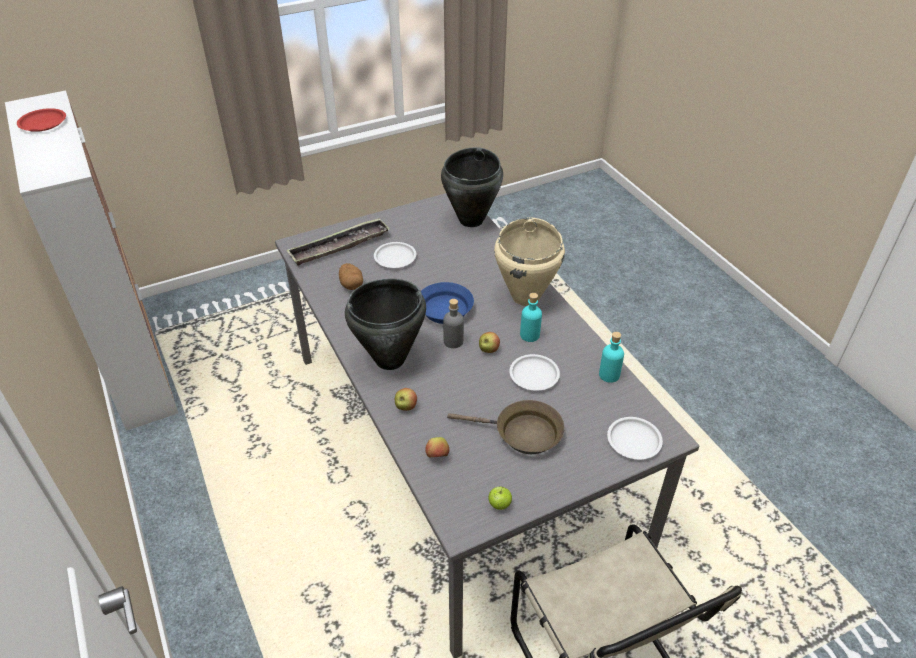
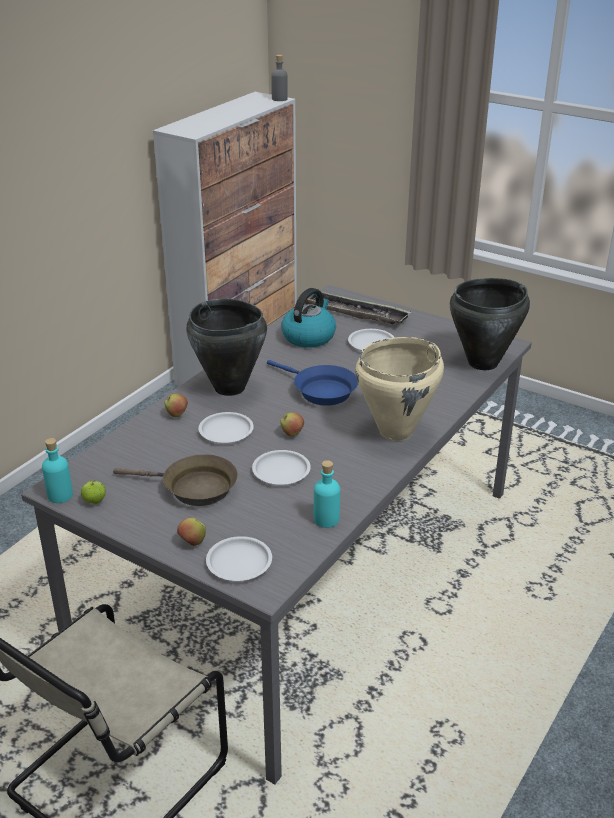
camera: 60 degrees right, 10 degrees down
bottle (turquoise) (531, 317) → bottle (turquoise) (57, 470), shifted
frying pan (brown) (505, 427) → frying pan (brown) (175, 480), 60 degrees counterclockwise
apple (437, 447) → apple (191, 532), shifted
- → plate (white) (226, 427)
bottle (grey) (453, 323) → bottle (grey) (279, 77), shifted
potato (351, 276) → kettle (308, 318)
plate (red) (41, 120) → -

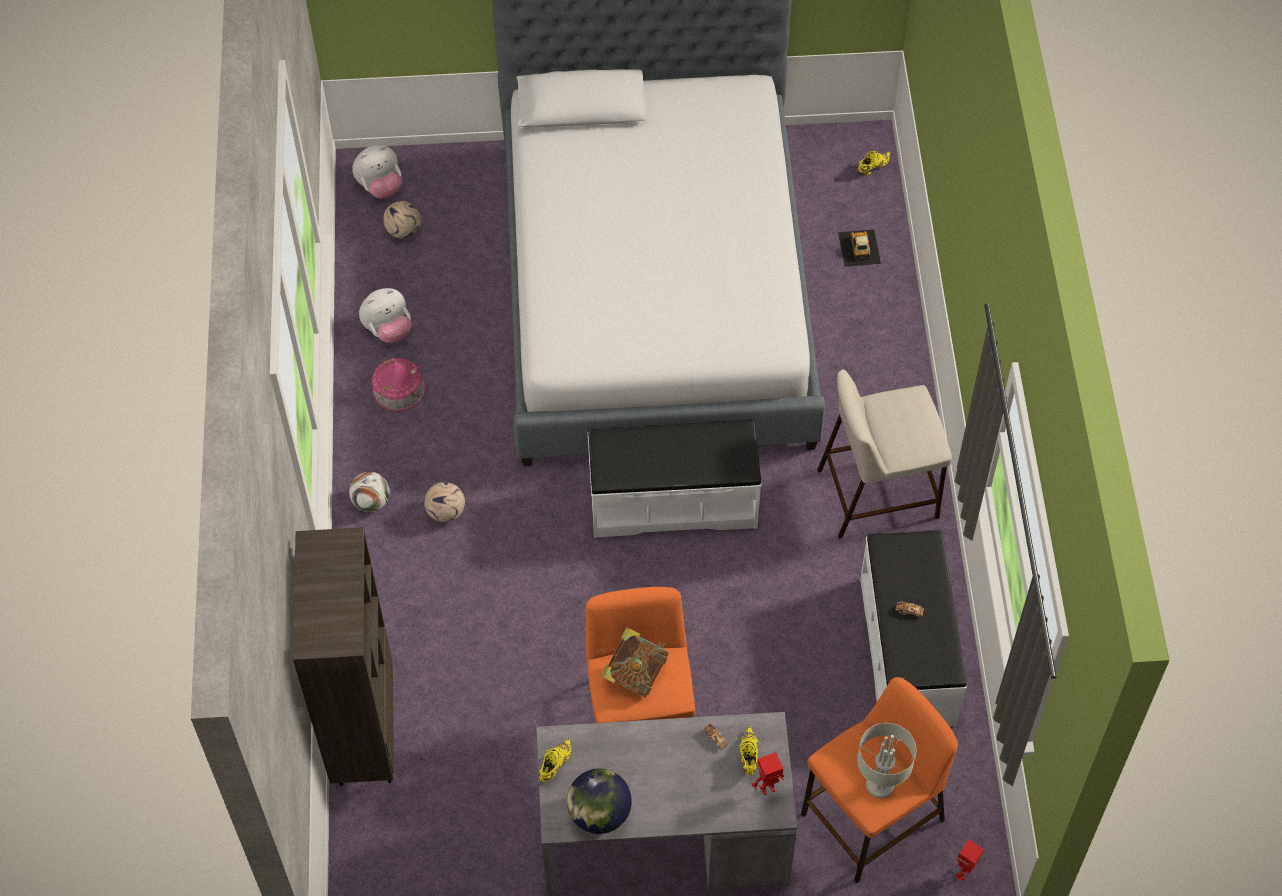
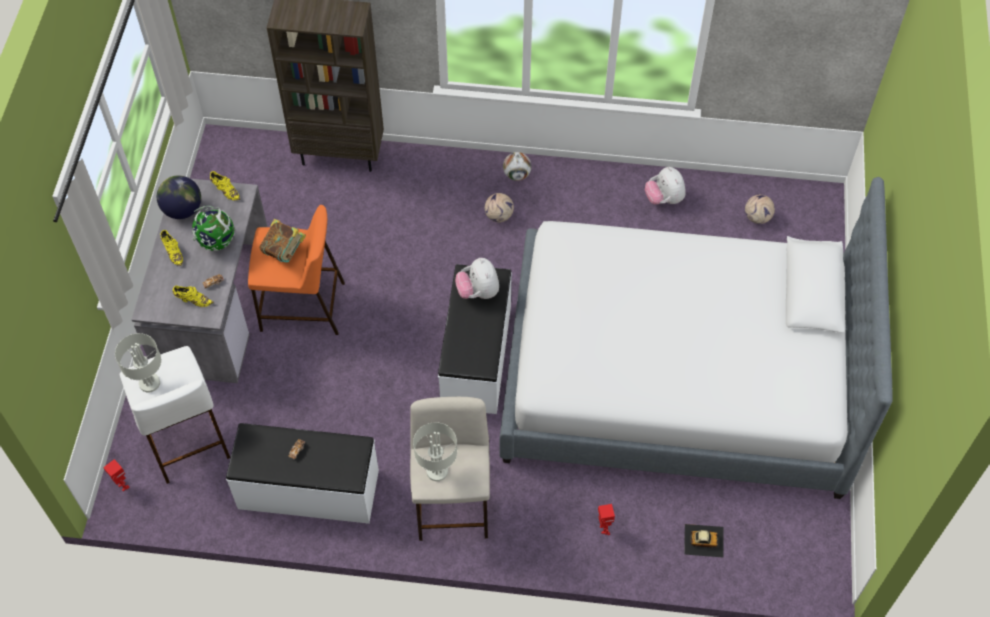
camera: 100 degrees right, 0 degrees up
stool (orange) (879, 780) → stool (white) (175, 415)
shoe (yellow) (874, 163) → shoe (yellow) (171, 248), shifted
- → globe (214, 228)
- → table lamp (grey) (435, 451)
plush toy (377, 172) → plush toy (477, 278), shifted
toy robot (768, 773) → toy robot (606, 519), shifted
toy house (398, 384) → -

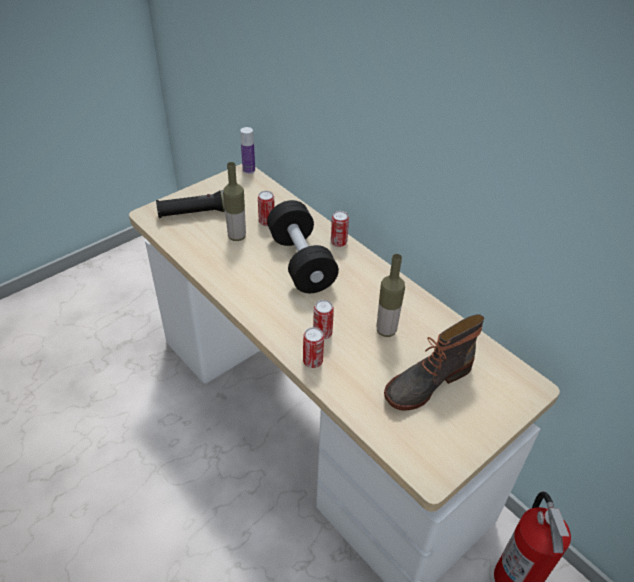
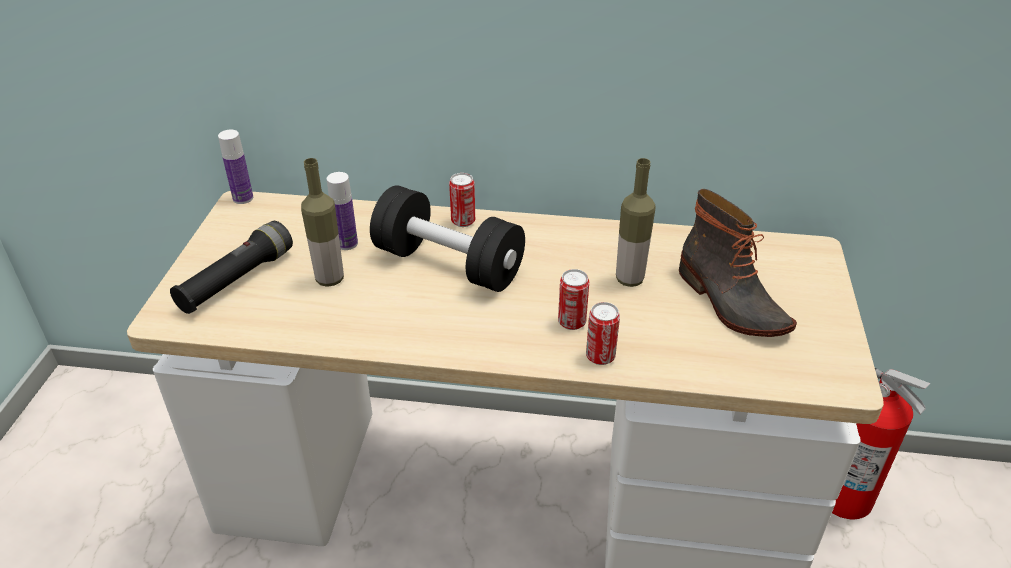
camera: 40 degrees left, 5 degrees down
can (266, 208) → bottle (342, 211)
boot (434, 362) → boot (738, 263), 45 degrees counterclockwise

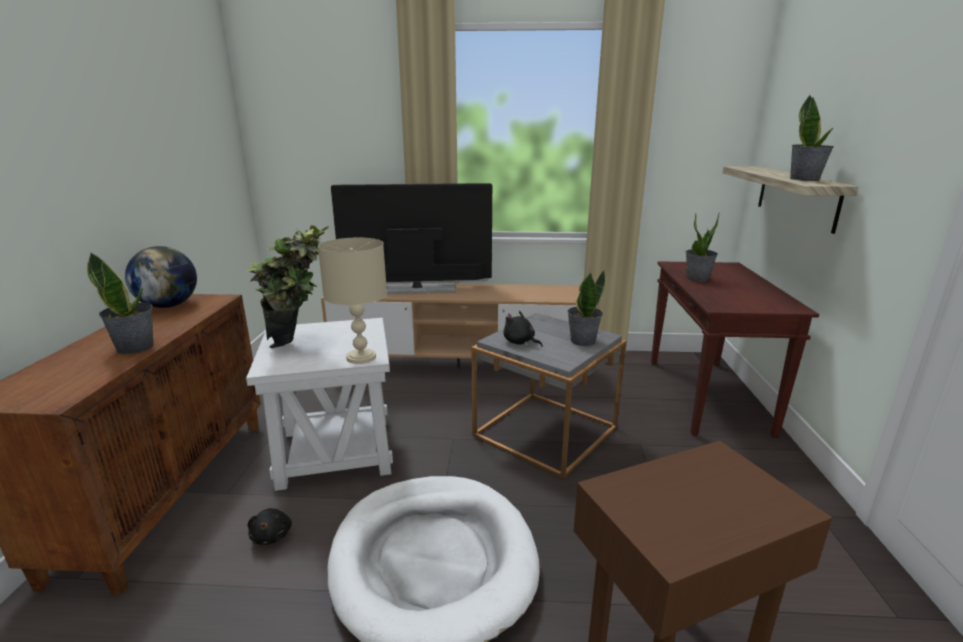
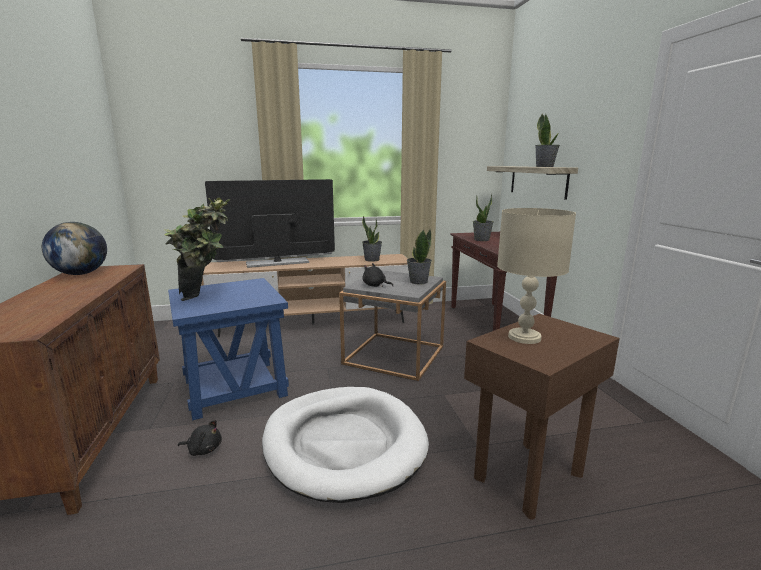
camera: 15 degrees left, 5 degrees down
side table (white) (319, 404) → side table (blue) (228, 349)
plush toy (black) (270, 526) → plush toy (black) (200, 438), 60 degrees counterclockwise
potted plant (120, 303) → potted plant (372, 239), shifted
table lamp (beige) (352, 301) → table lamp (beige) (536, 276), shifted

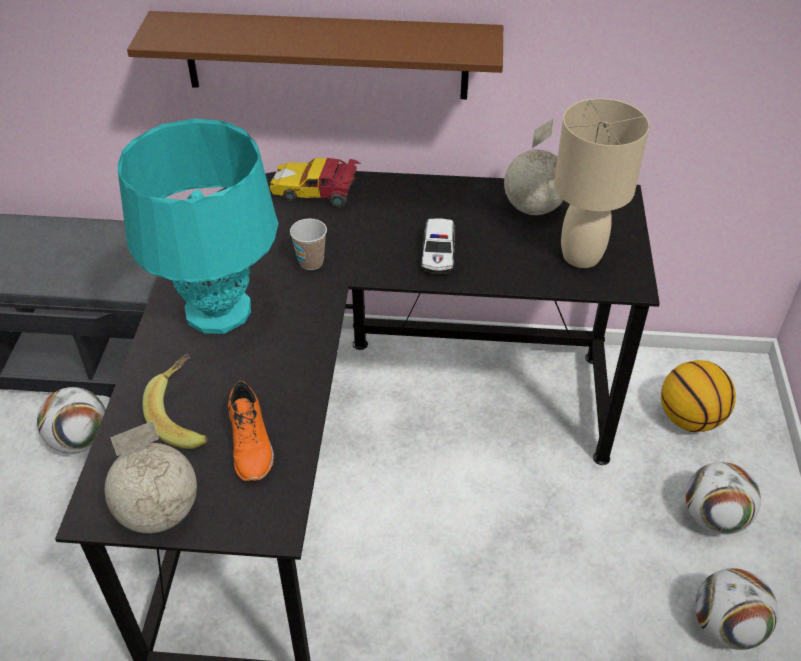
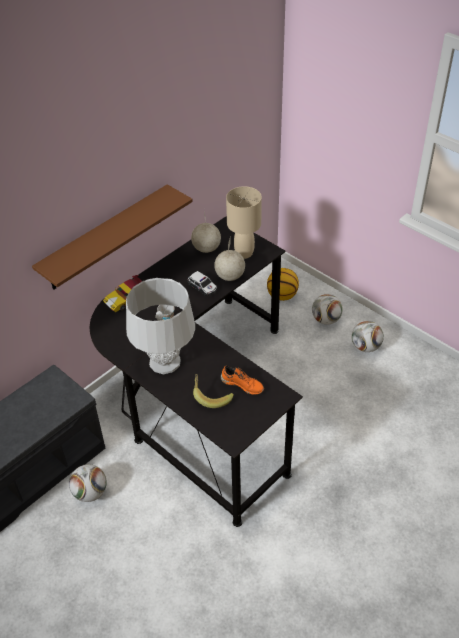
camera: 50 degrees left, 0 degrees up
table lamp (turquoise) (198, 226) → table lamp (grey) (160, 326)
globe (151, 477) → globe (229, 260), shifted

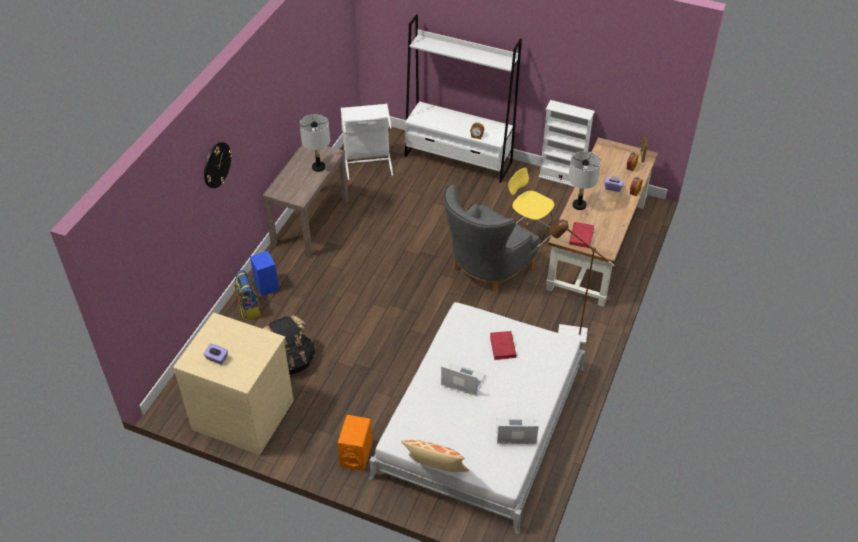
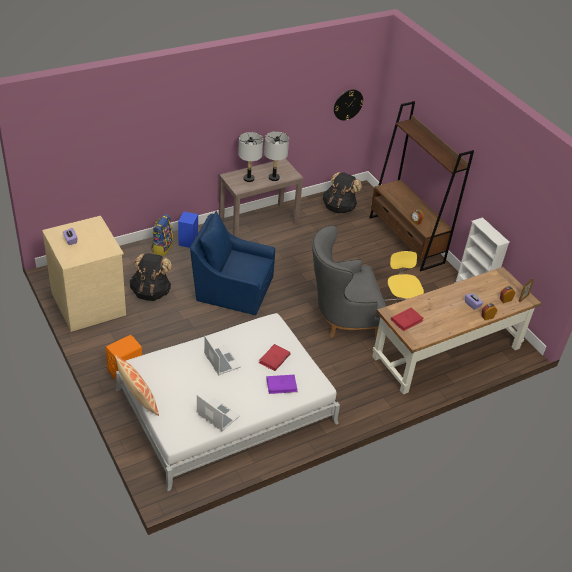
camera: 35 degrees right, 5 degrees down
- → armchair (blue) (232, 263)
table lamp (grey) (584, 180) → table lamp (grey) (250, 157), shifted
- → book (purple) (282, 384)
laundry basket (white) (367, 141) → backpack (black) (342, 193)
wall clock (218, 165) → wall clock (349, 104), shifted
bookcase (white) (463, 98) → bookcase (brown) (421, 186)
floor lamp (brown) (581, 281) → -

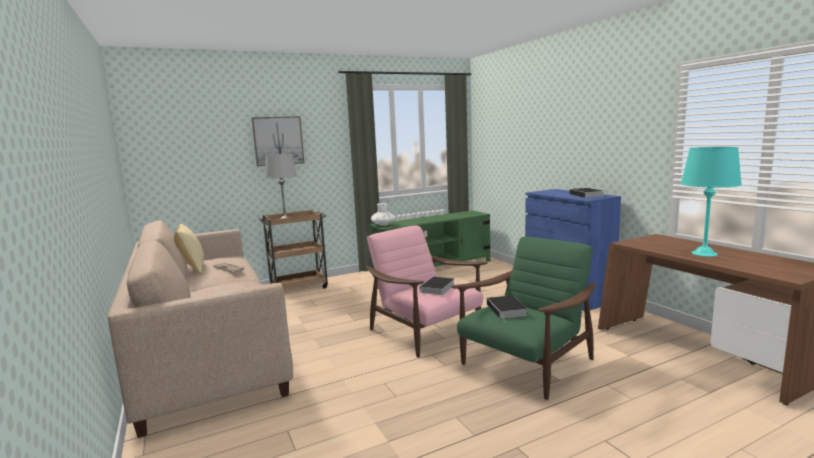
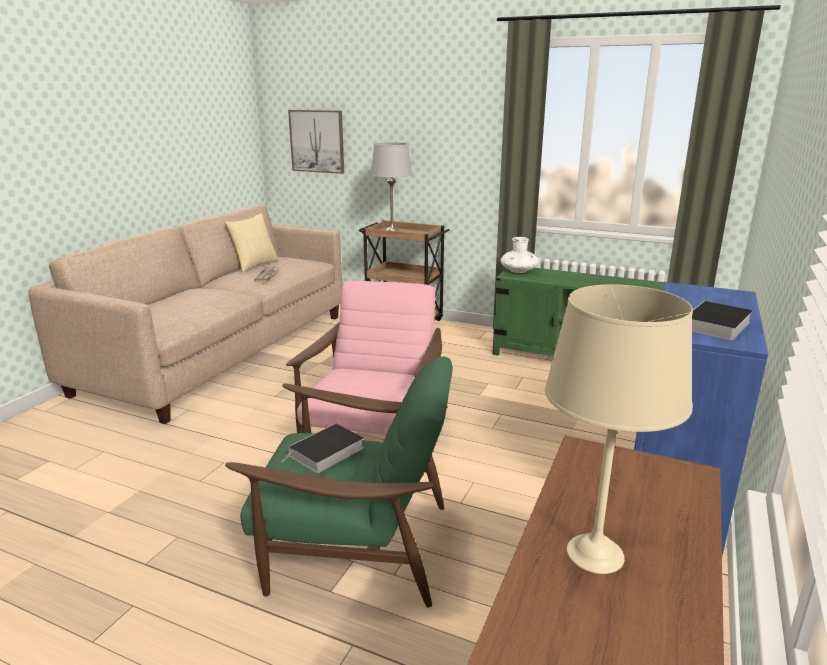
camera: 50 degrees right, 10 degrees up
picture (278, 141) → picture (316, 142), shifted
table lamp (turquoise) (711, 202) → table lamp (beige) (619, 429)
book (436, 286) → -

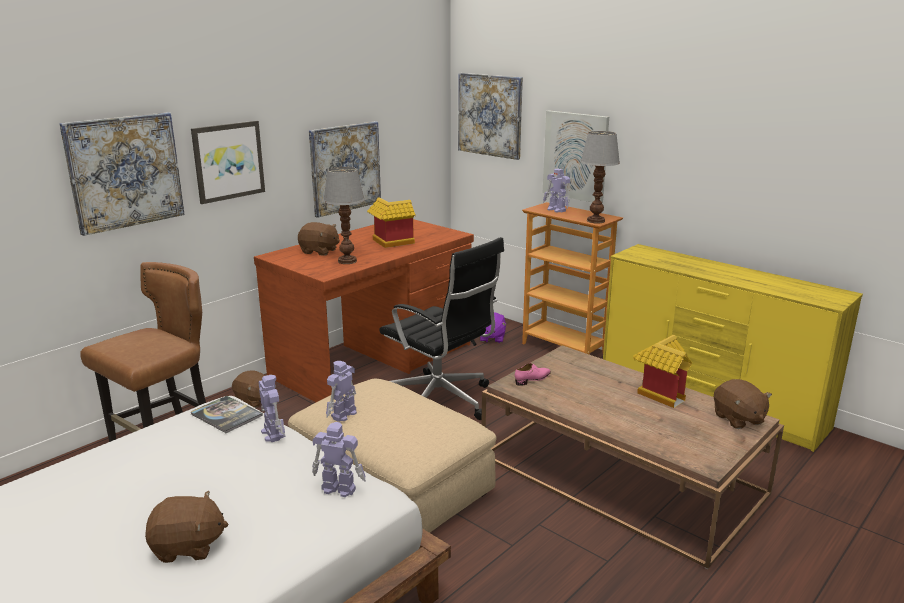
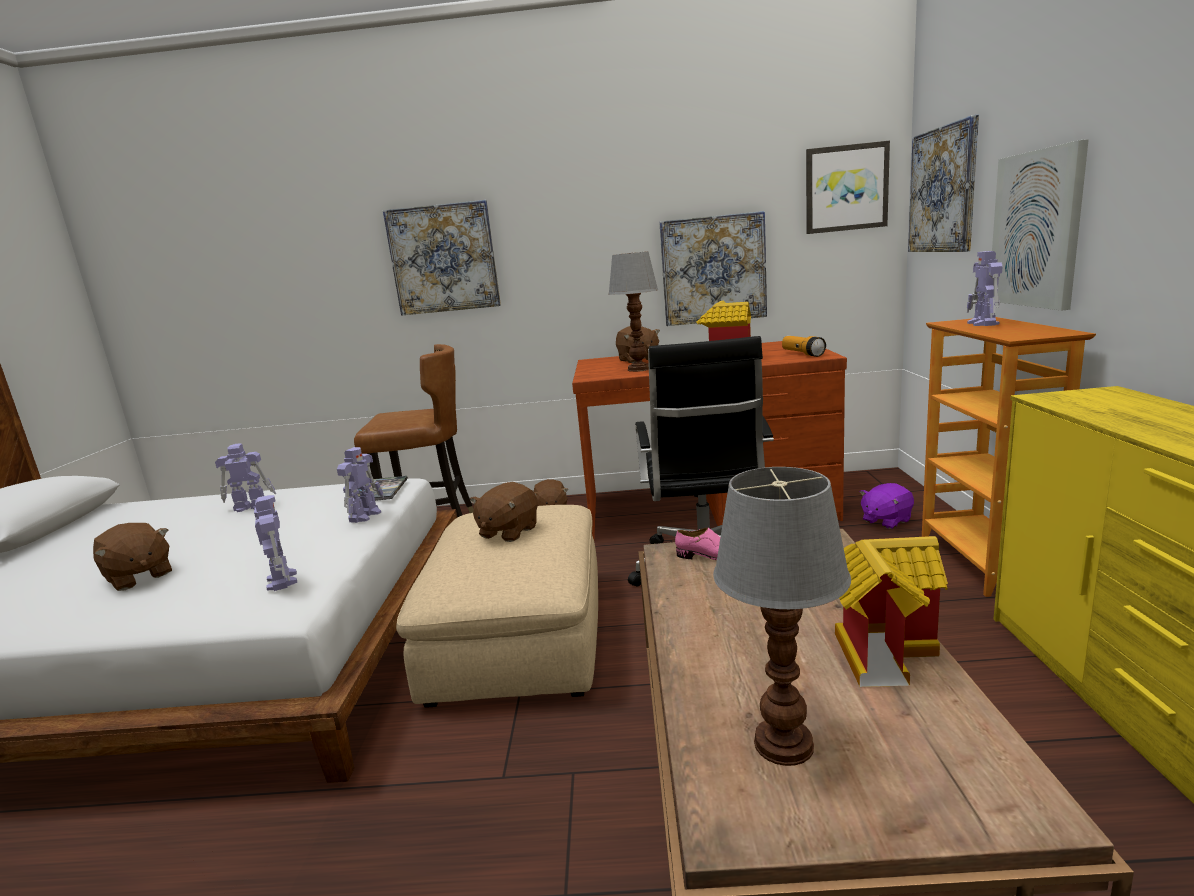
camera: 50 degrees right, 5 degrees down
toy robot (341, 391) → toy robot (245, 477), shifted
plush toy (brown) (743, 404) → plush toy (brown) (504, 512), shifted
table lamp (600, 177) → table lamp (782, 616), shifted
- → flashlight (804, 346)
picture (228, 162) → picture (848, 187), shifted

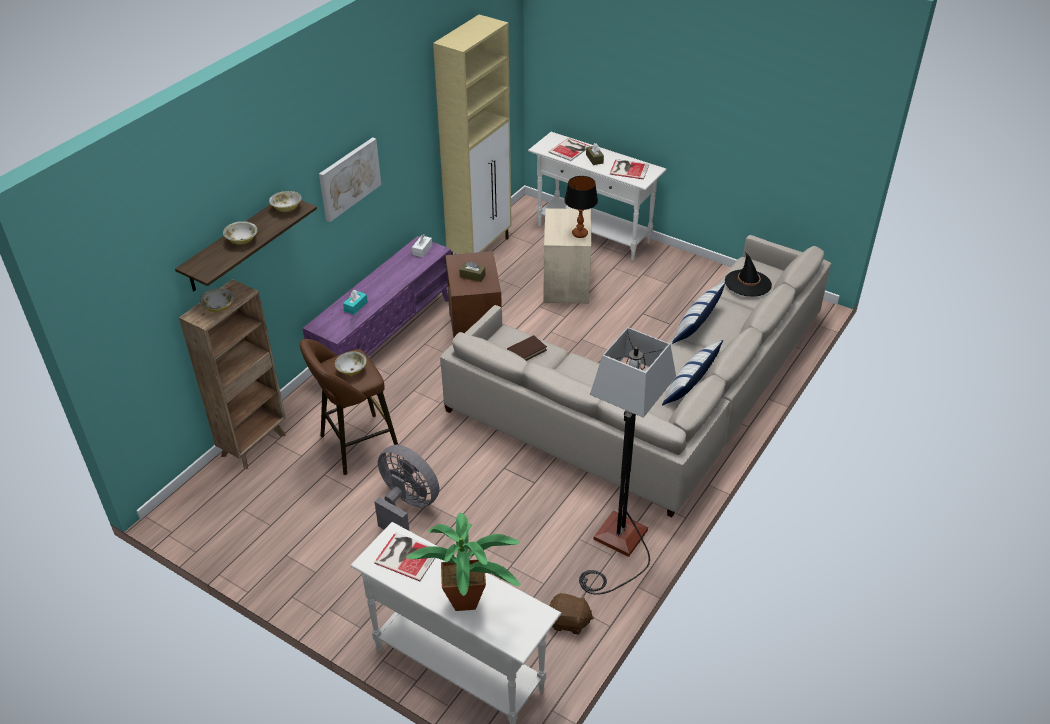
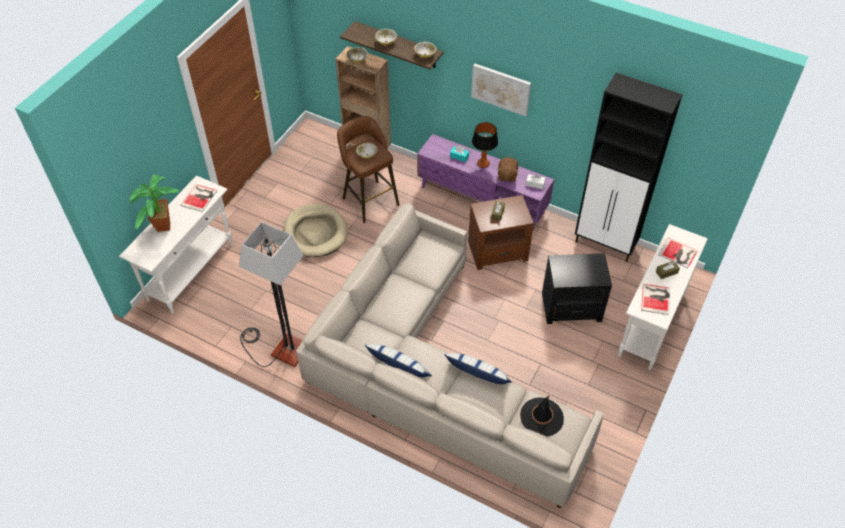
camera: 85 degrees right, 10 degrees up
fan (grey) (406, 488) → dog bed (beige) (316, 230)
table lamp (581, 207) → table lamp (485, 145), shifted
plush toy (brown) (572, 614) → plush toy (brown) (508, 169), shifted
side table (beige) (567, 256) → side table (black) (577, 288)
cabinet (beige) (472, 134) → cabinet (black) (629, 167)
book (brown) (527, 348) → -

